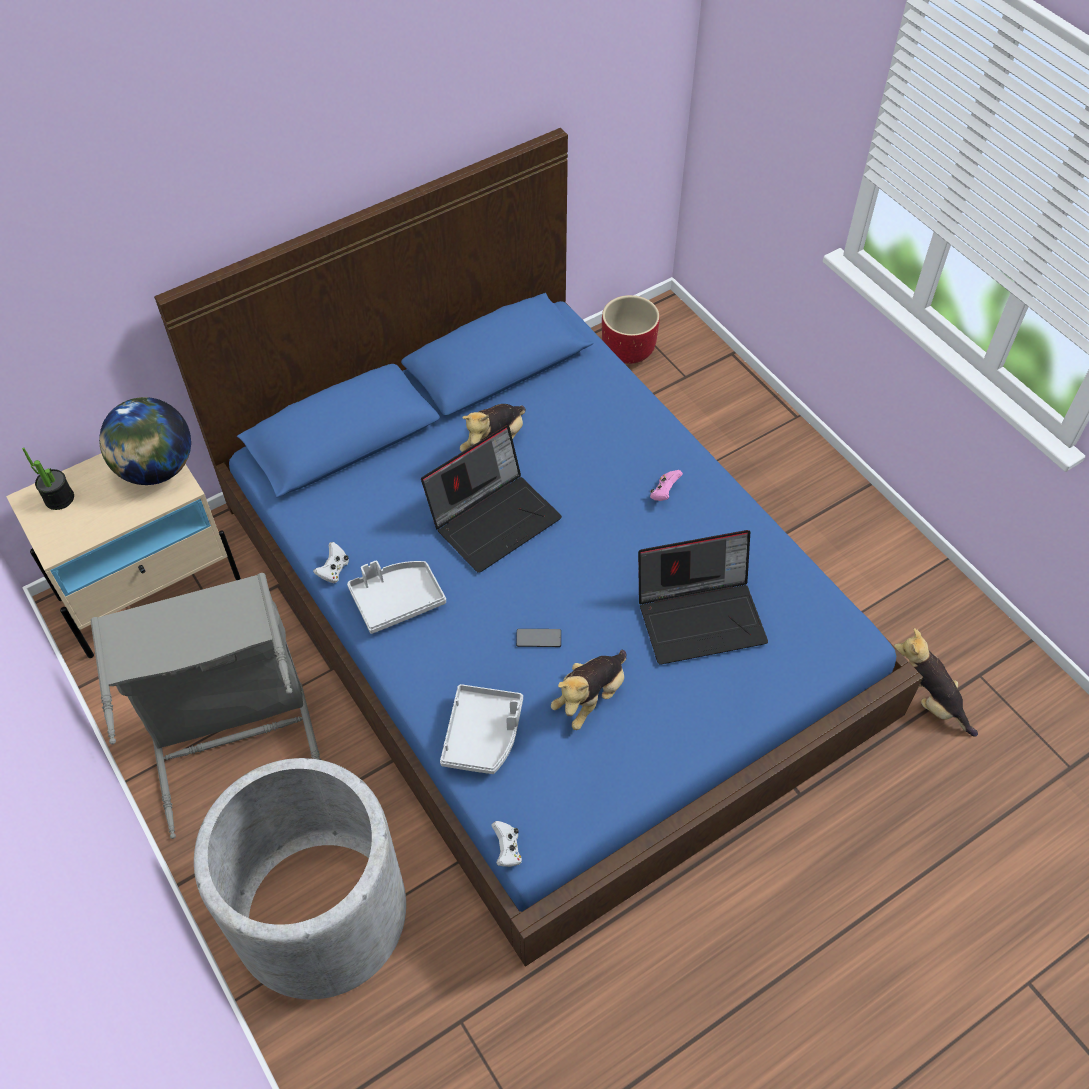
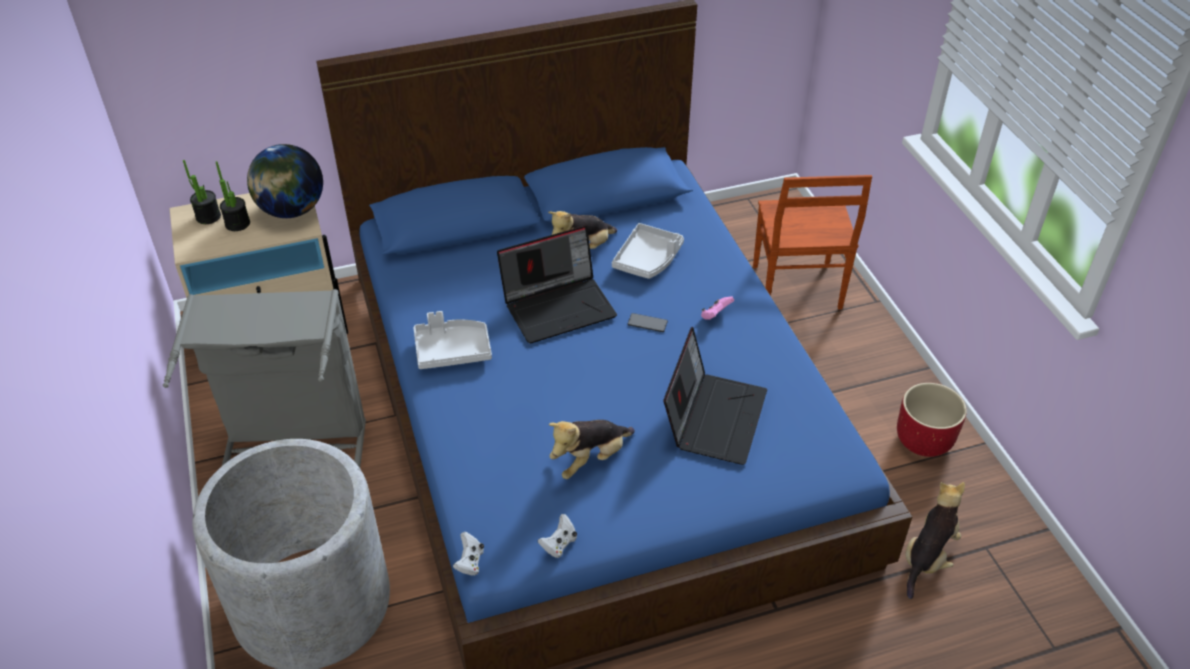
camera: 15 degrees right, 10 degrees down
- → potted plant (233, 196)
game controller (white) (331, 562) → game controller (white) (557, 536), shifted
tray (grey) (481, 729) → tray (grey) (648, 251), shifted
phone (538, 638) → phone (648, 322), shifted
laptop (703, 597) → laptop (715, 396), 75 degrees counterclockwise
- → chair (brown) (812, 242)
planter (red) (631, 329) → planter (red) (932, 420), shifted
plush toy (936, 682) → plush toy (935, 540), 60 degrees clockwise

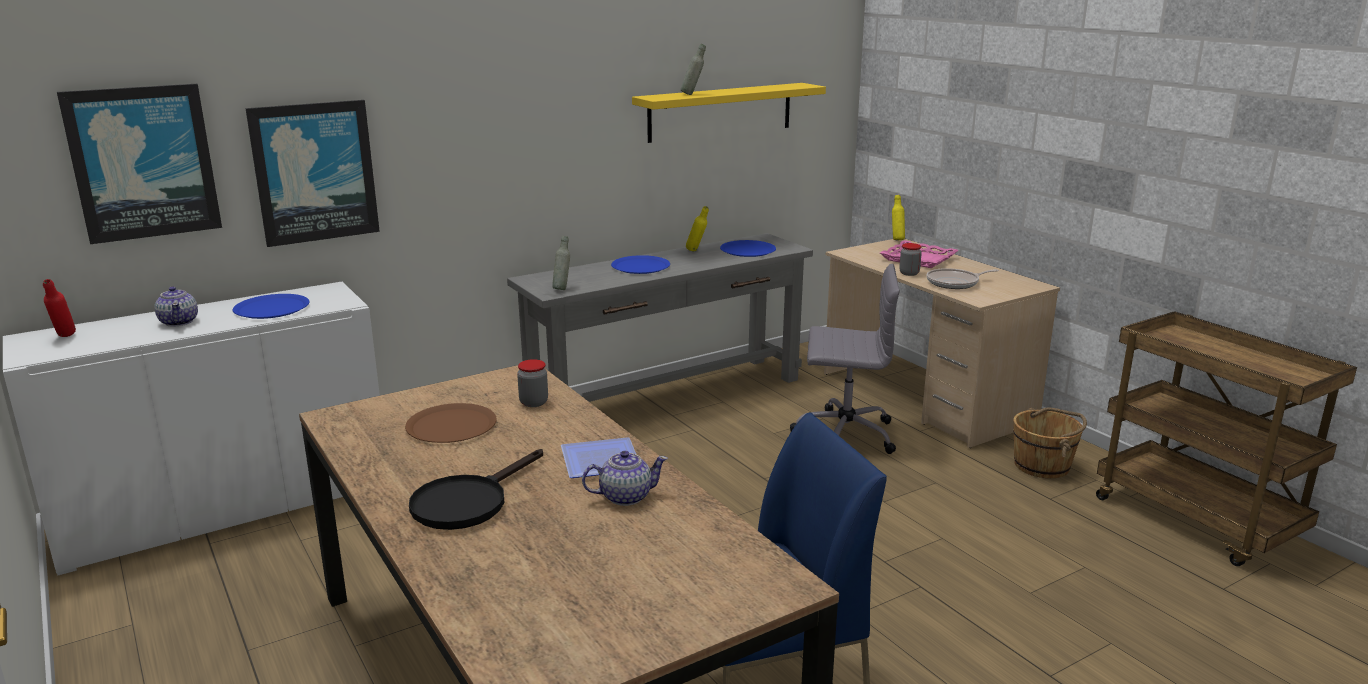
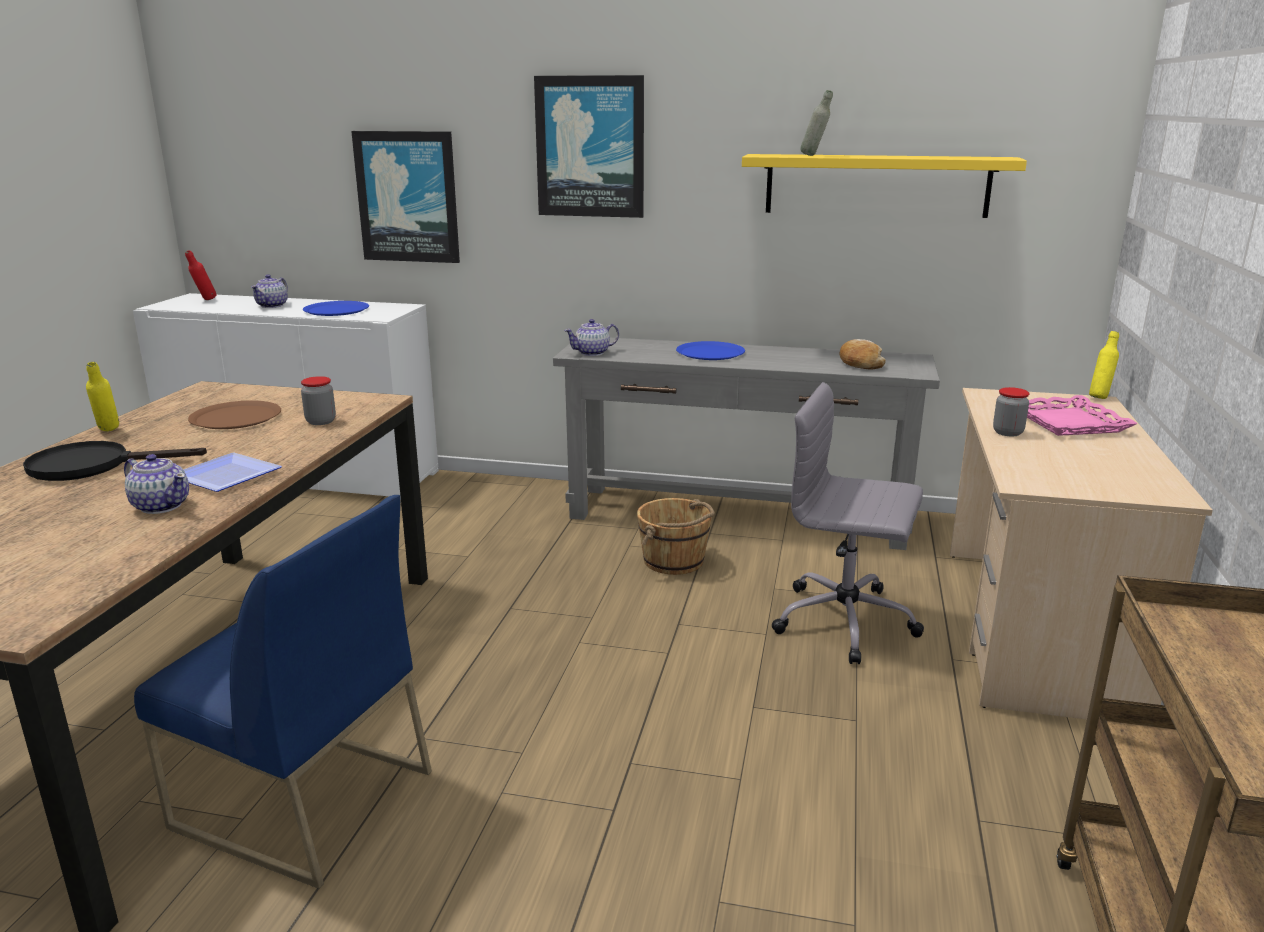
camera: 45 degrees right, 0 degrees up
bottle (yellow) (697, 228) → bottle (yellow) (102, 396), shifted
picture (139, 164) → picture (589, 146), shifted
bottle (grey) (561, 263) → teapot (591, 337)
bucket (brown) (1050, 442) → bucket (brown) (676, 536), shifted
office chair (grey) (845, 359) → office chair (grey) (847, 523), 150 degrees clockwise
plate (blue) (748, 248) → bread (862, 354)
frying pan (963, 278) → -

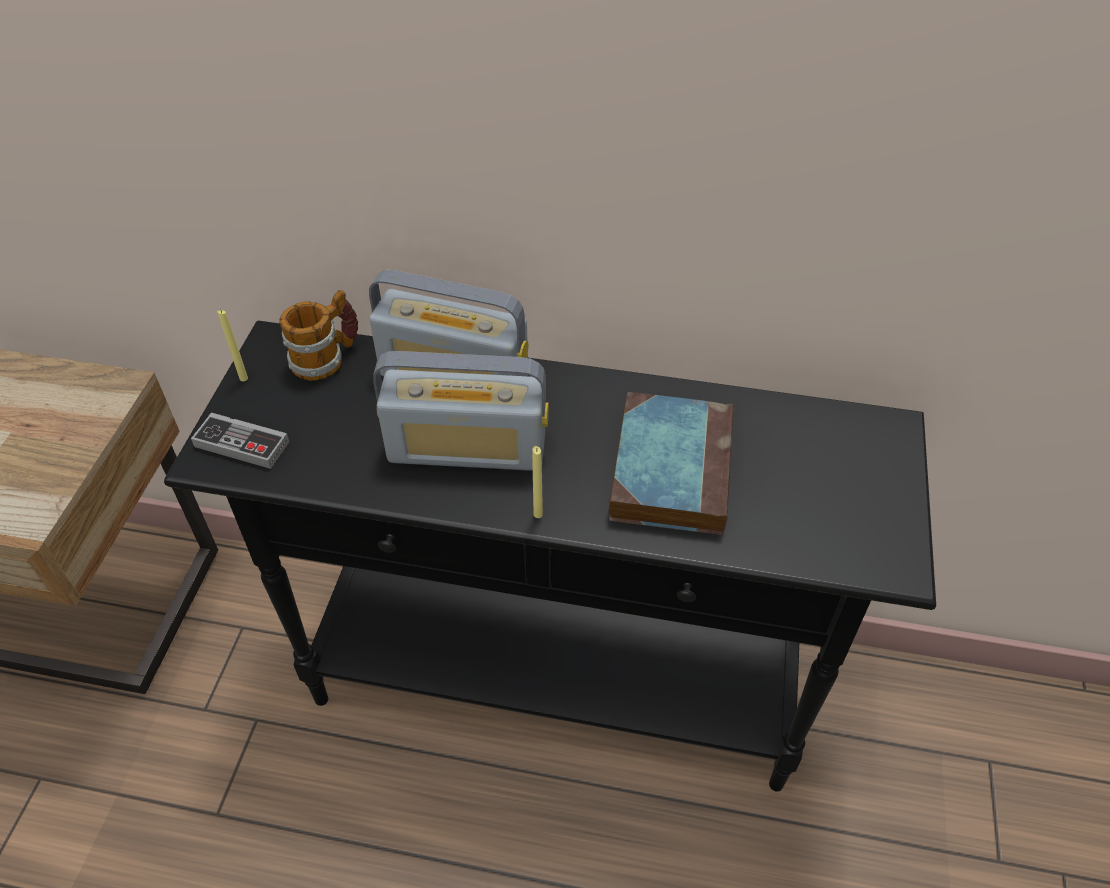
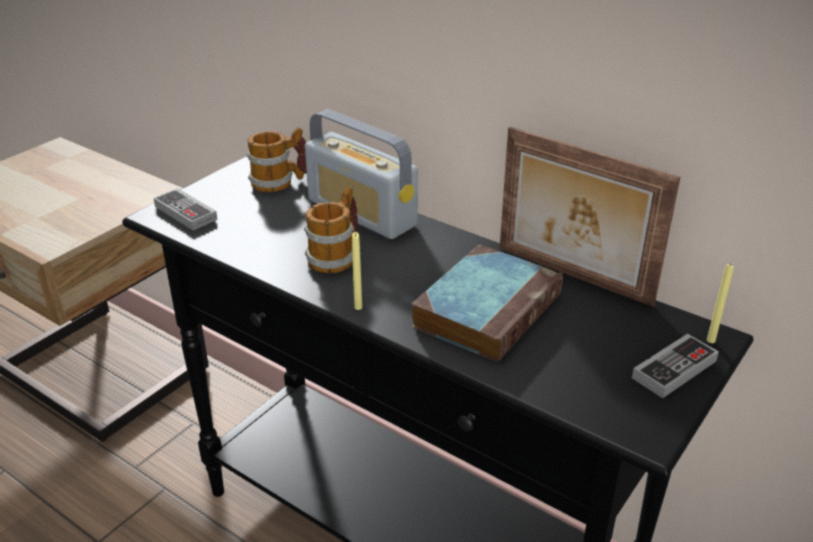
camera: 25 degrees right, 15 degrees down
radio (461, 411) → mug (331, 230)
- → picture frame (590, 217)
- → game controller (675, 366)
candle (yellow) (233, 345) → candle (yellow) (720, 303), shifted

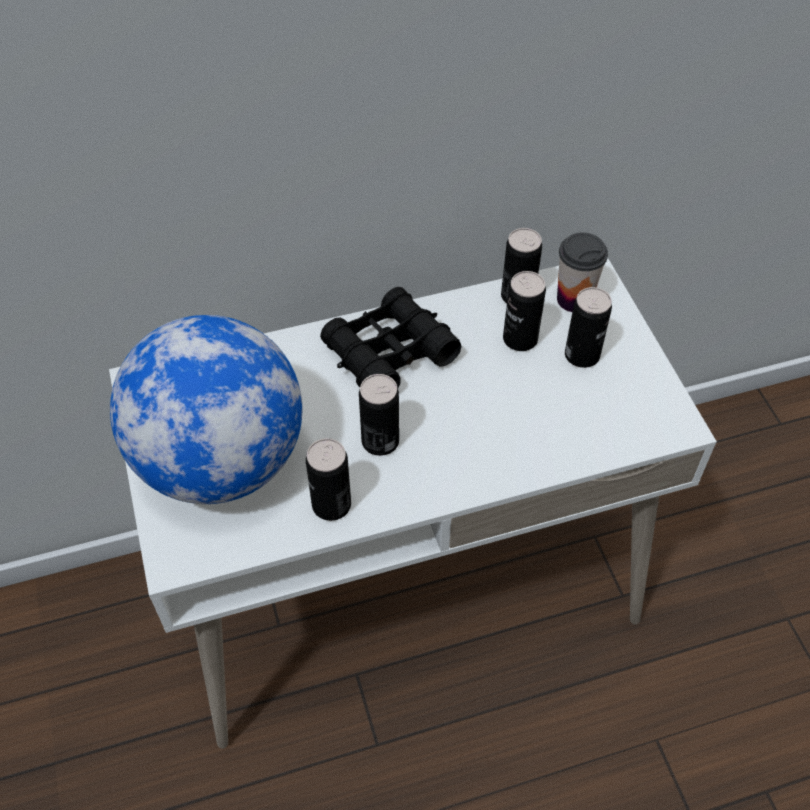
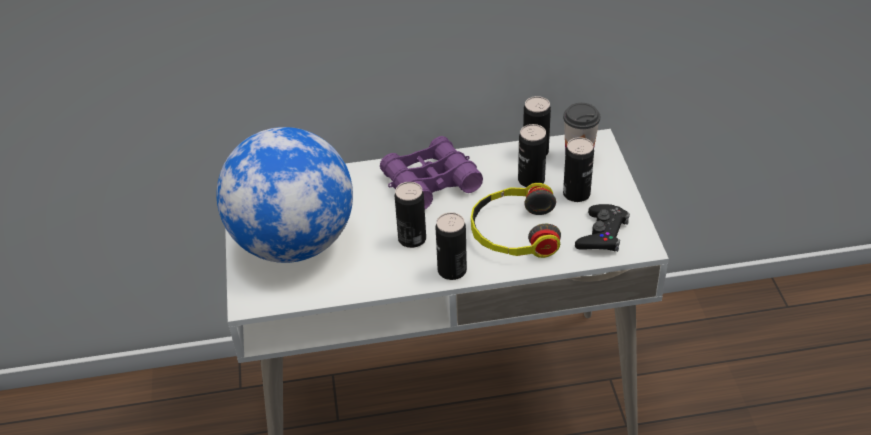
camera: 10 degrees right, 10 degrees down
binoculars (black) (390, 337) → binoculars (purple) (431, 172)
can (328, 479) → can (451, 246), shifted
- → headphones (516, 220)
- → game controller (black) (602, 228)

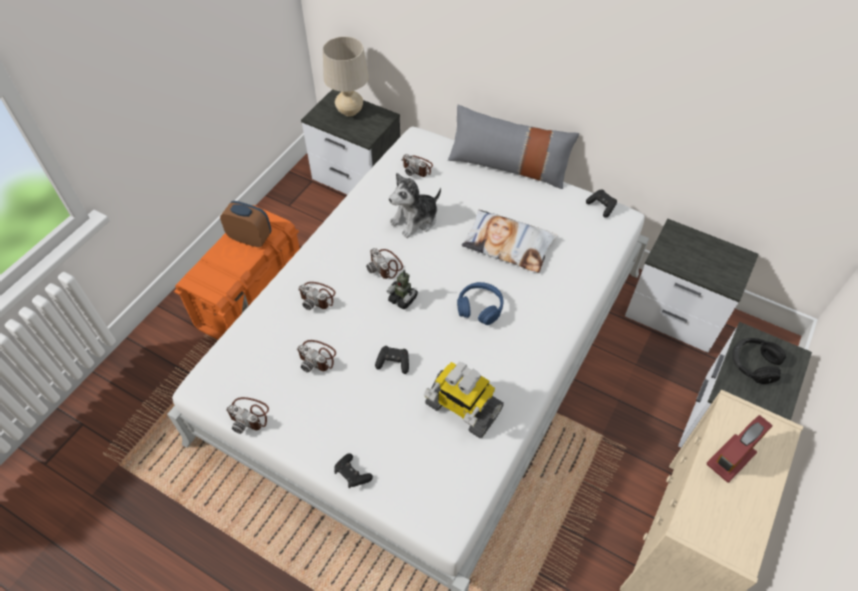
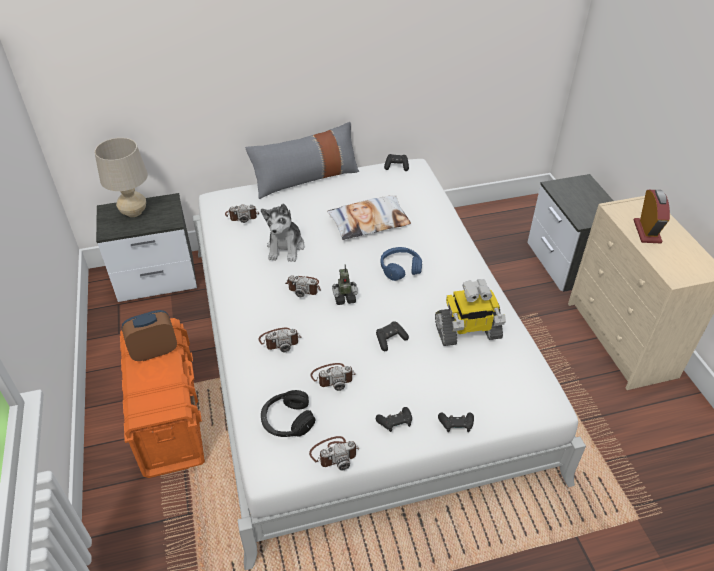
camera: 45 degrees left, 10 degrees down
headphones (black) (759, 361) → headphones (black) (288, 413), shifted
- → game controller (black) (394, 419)
nightstand (692, 286) → -

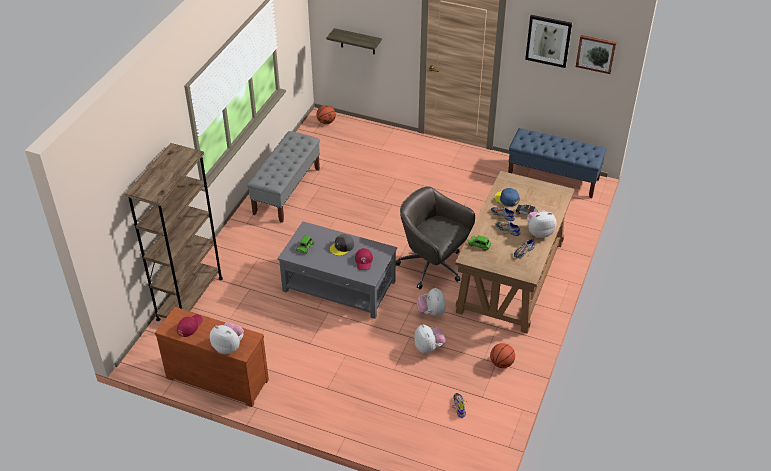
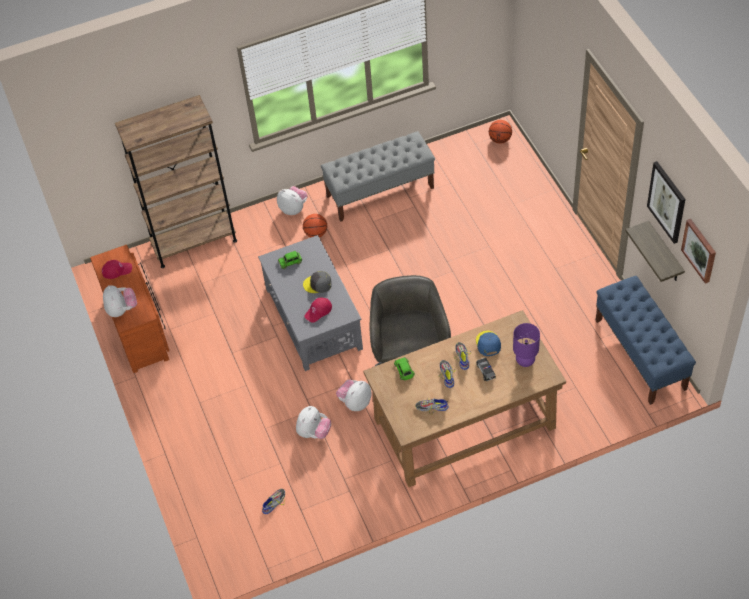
camera: 50 degrees right, 10 degrees up
plush toy (542, 224) → plush toy (292, 200), shifted
basketball (502, 355) → basketball (315, 225), shifted
- → table lamp (purple) (526, 345)
shelf (354, 41) → shelf (655, 251), shifted

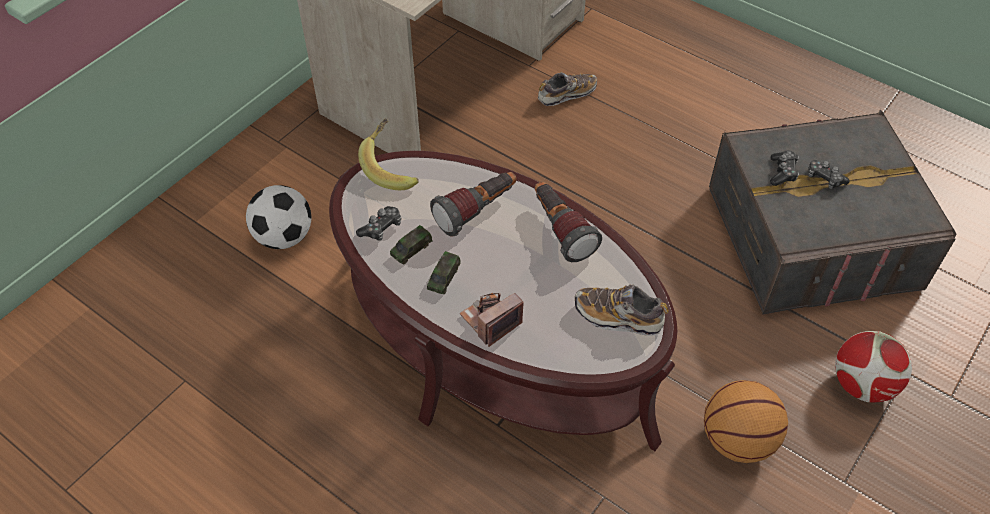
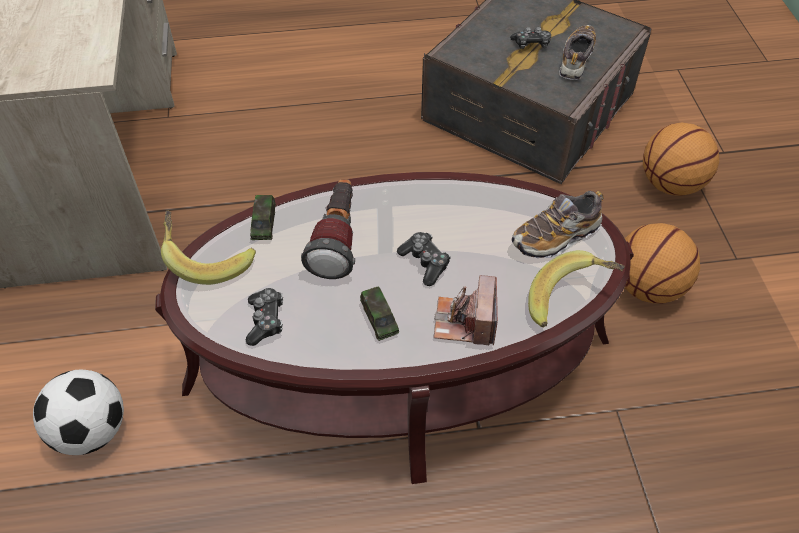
camera: 45 degrees left, 0 degrees up
toy car (411, 244) → toy car (263, 217), shifted
game controller (784, 168) → game controller (424, 259), shifted
- → banana (576, 288)
shoe (567, 89) → shoe (577, 52), shifted
football (873, 366) → basketball (681, 159)
flashlight (568, 222) → -

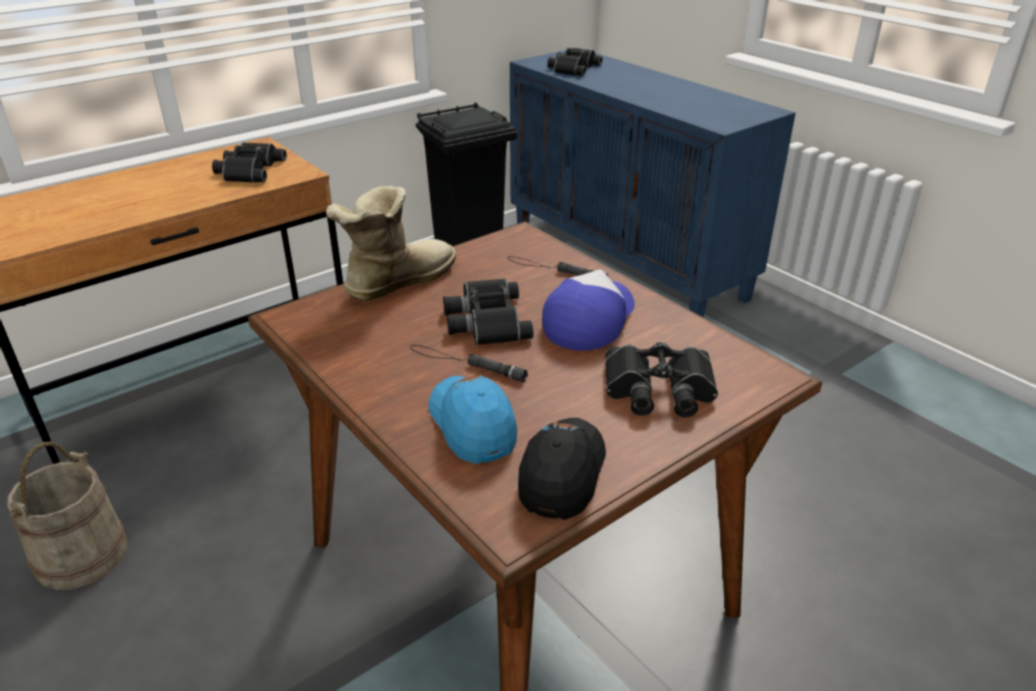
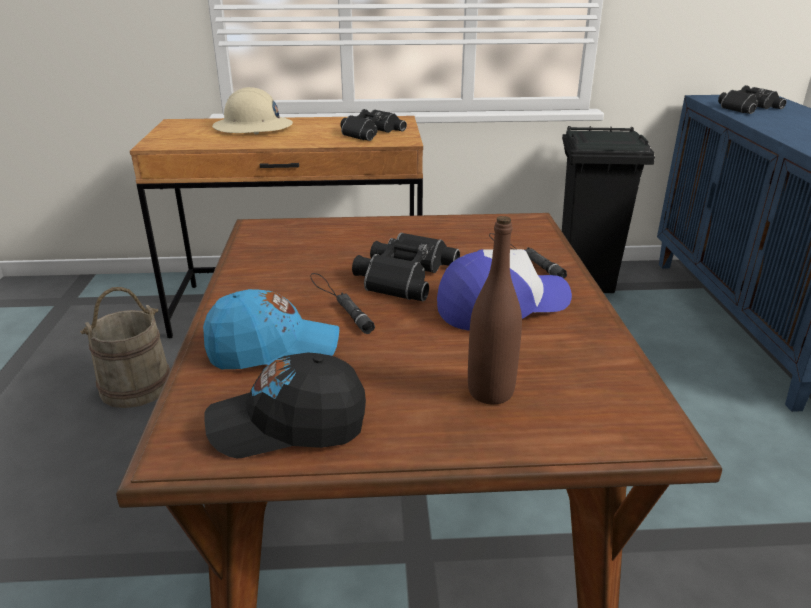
camera: 35 degrees right, 5 degrees down
cap (blue) (473, 419) → cap (blue) (271, 329), 75 degrees clockwise
cap (black) (562, 469) → cap (black) (285, 405), 150 degrees counterclockwise
- → hard hat (beige) (252, 111)
binoculars (black) (661, 379) → bottle (brown) (495, 310)
boot (391, 243) → -

